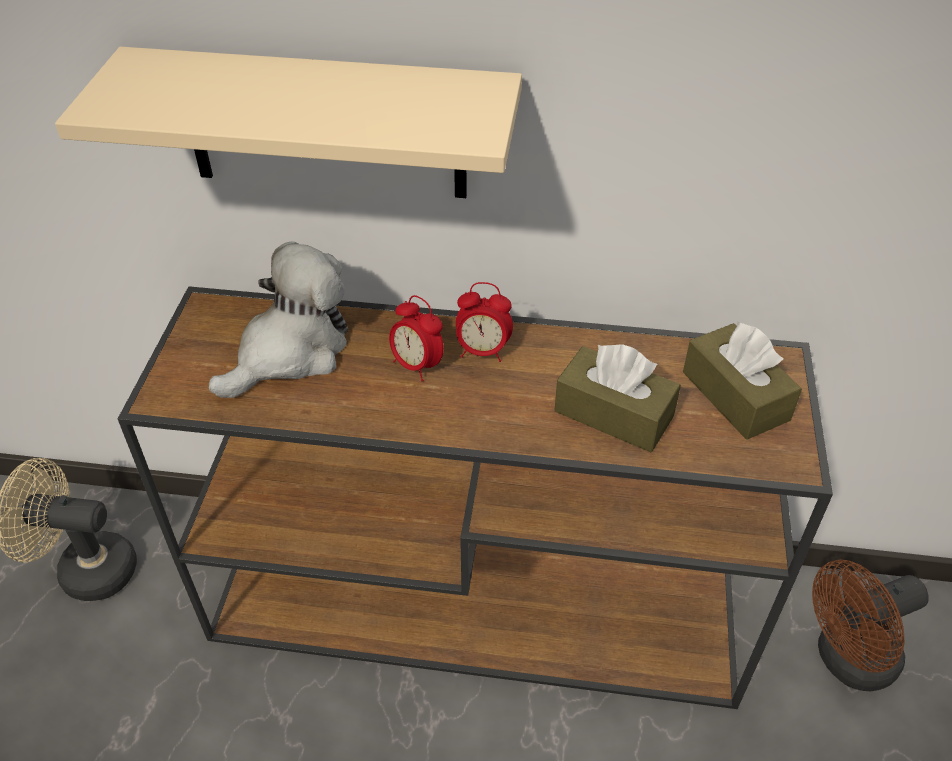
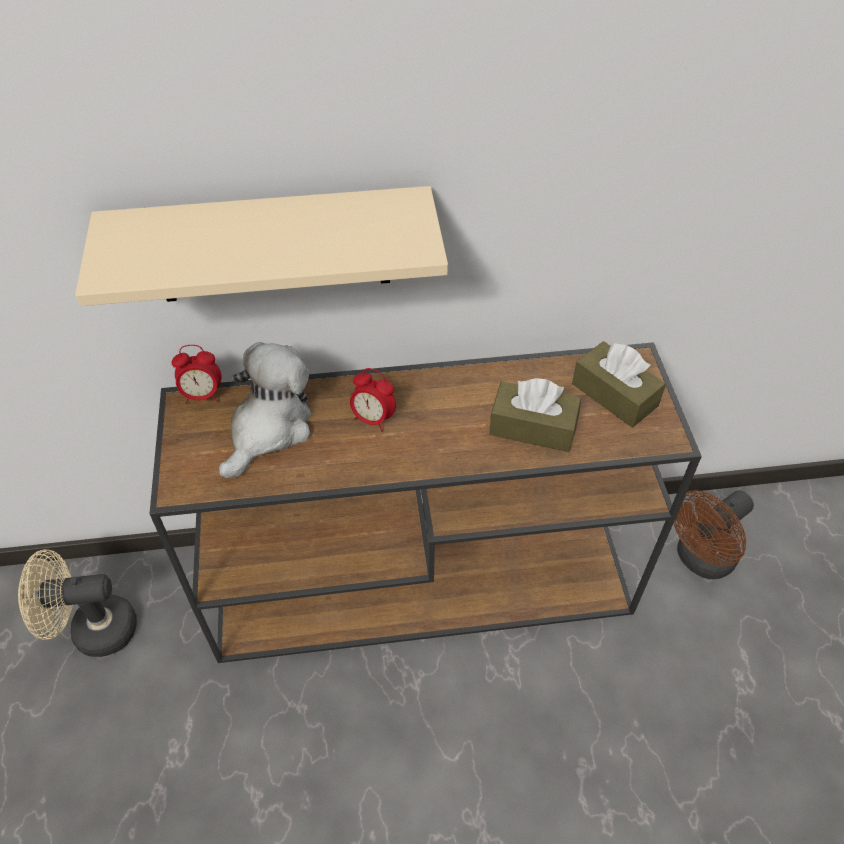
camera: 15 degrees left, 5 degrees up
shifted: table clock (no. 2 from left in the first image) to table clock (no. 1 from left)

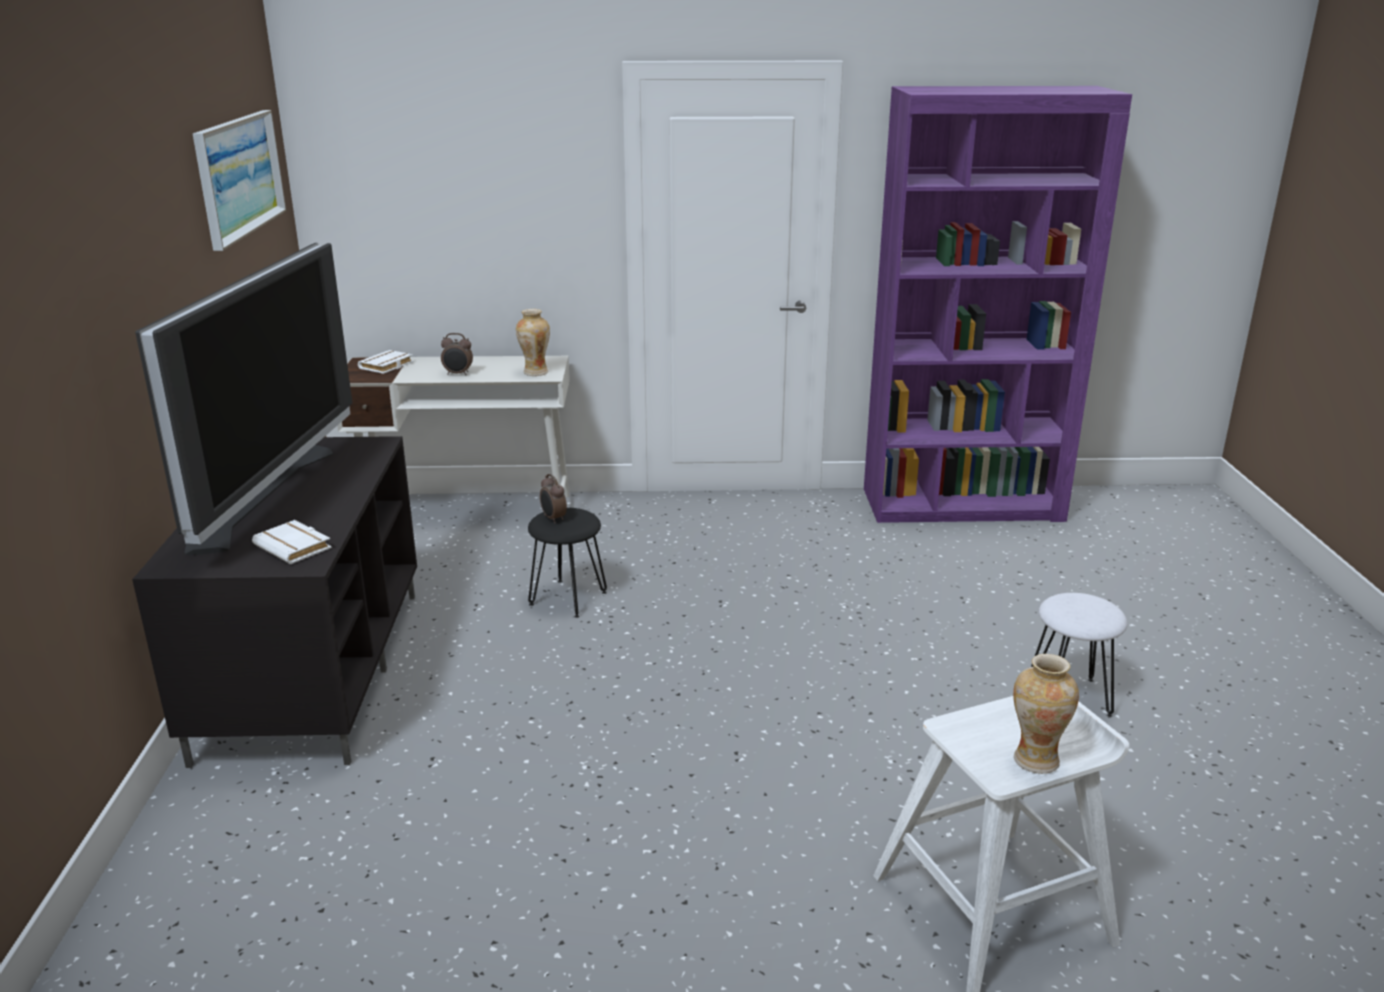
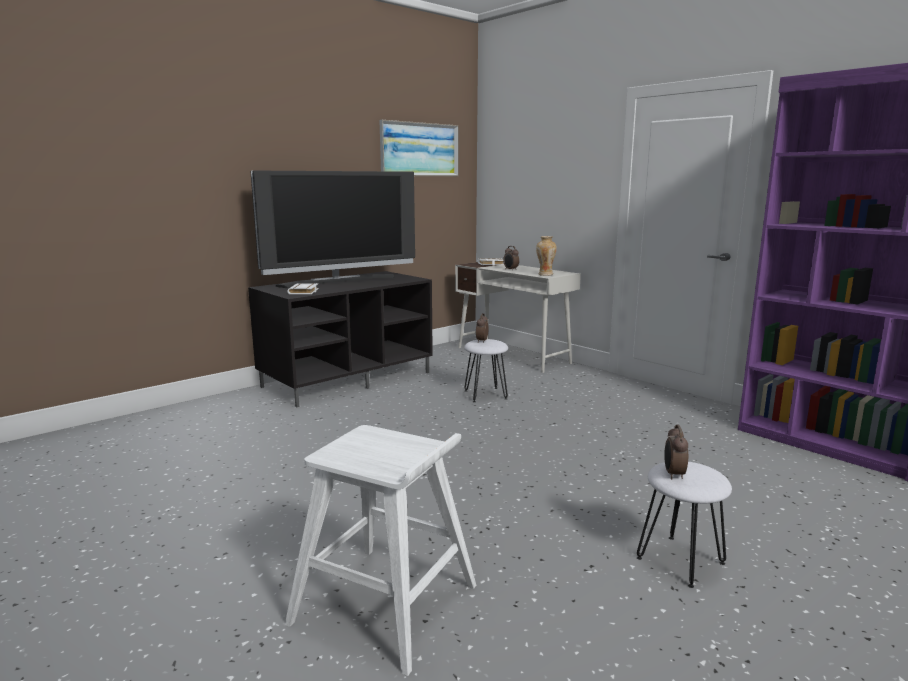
camera: 50 degrees right, 10 degrees down
gone: vase (no. 2 from left)
new: table clock (no. 3 from left)
repainted: sitting stool (blackish) to sitting stool (white-coloured) (no. 2 from left)

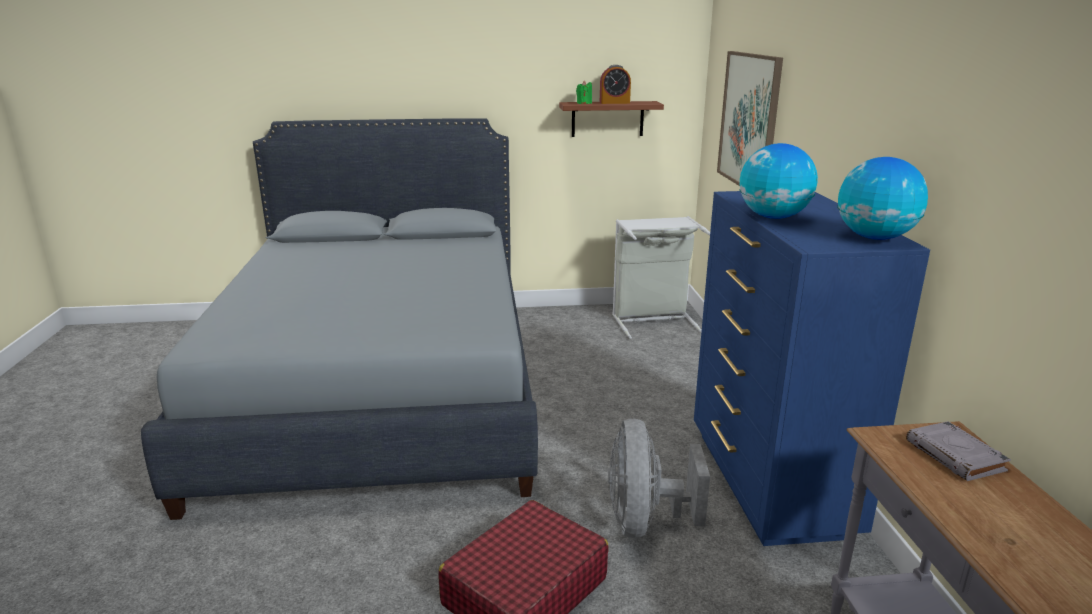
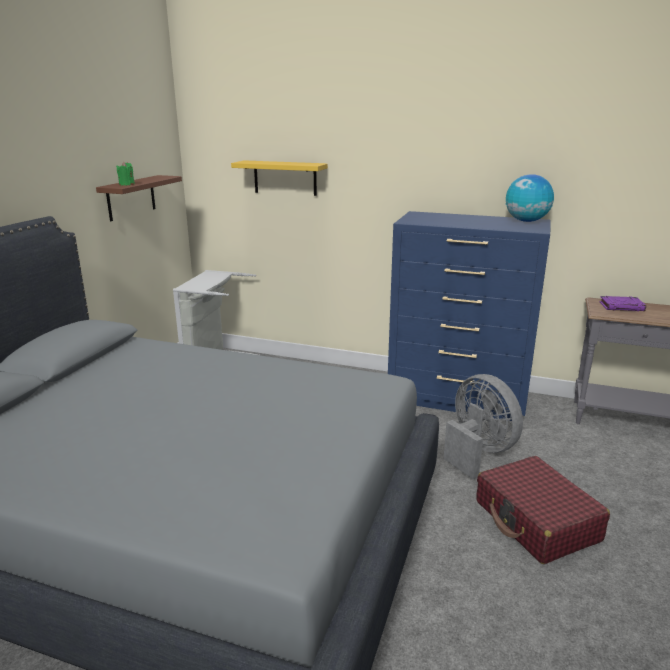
camera: 65 degrees left, 0 degrees up
gone: table clock; world globe (no. 1 from left)
swapped: wall picture to wall shelf (yellow-coloured)
repainted: bound book (greyish) to bound book (purple-coloured)
rotated: fan (greyish) 150 degrees counterclockwise

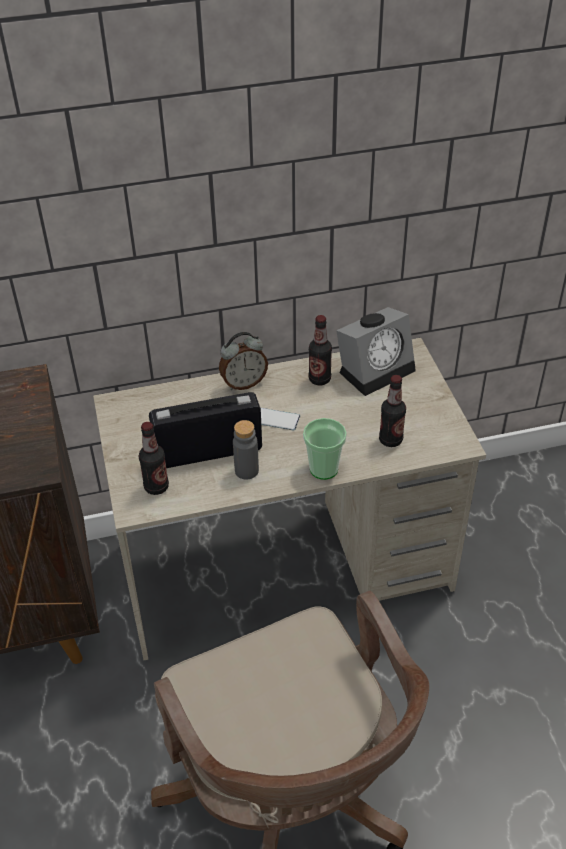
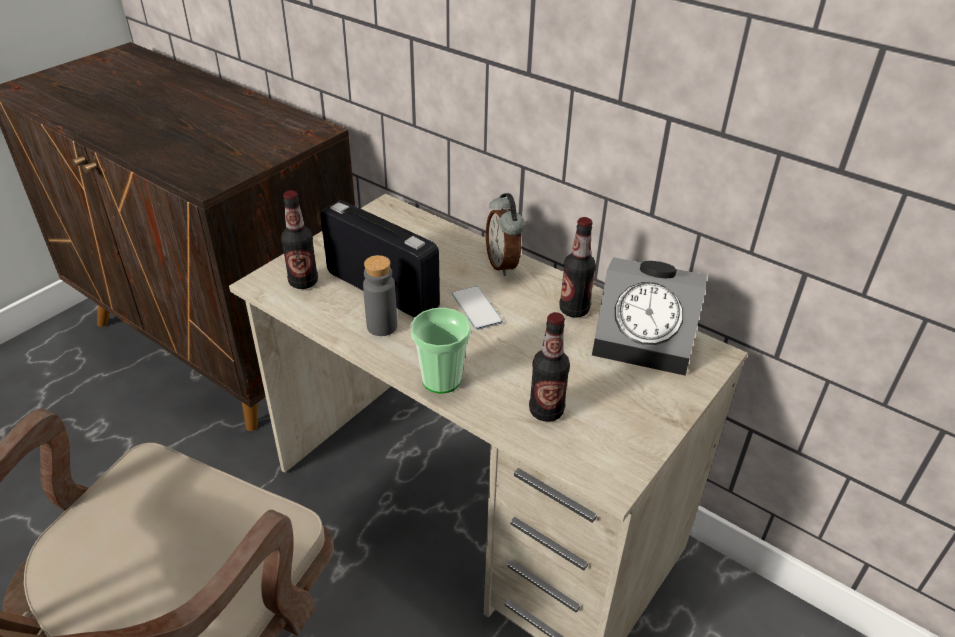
camera: 50 degrees right, 5 degrees down
rotated: table clock (no. 1 from left) 45 degrees clockwise

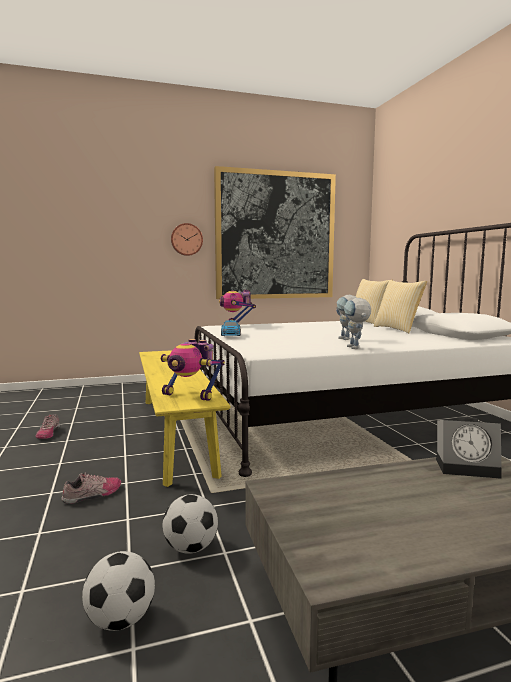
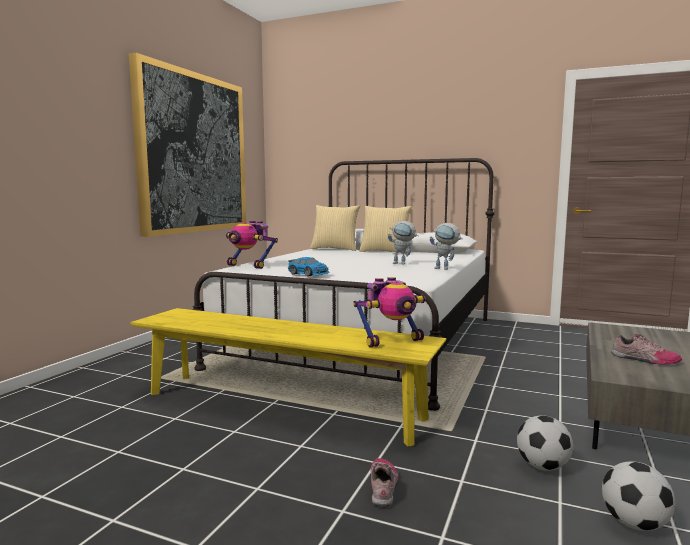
camera: 50 degrees left, 0 degrees up
gone: wall clock; table clock
shifted: item of footwear (no. 1 from left in the first image) to item of footwear (no. 2 from left)

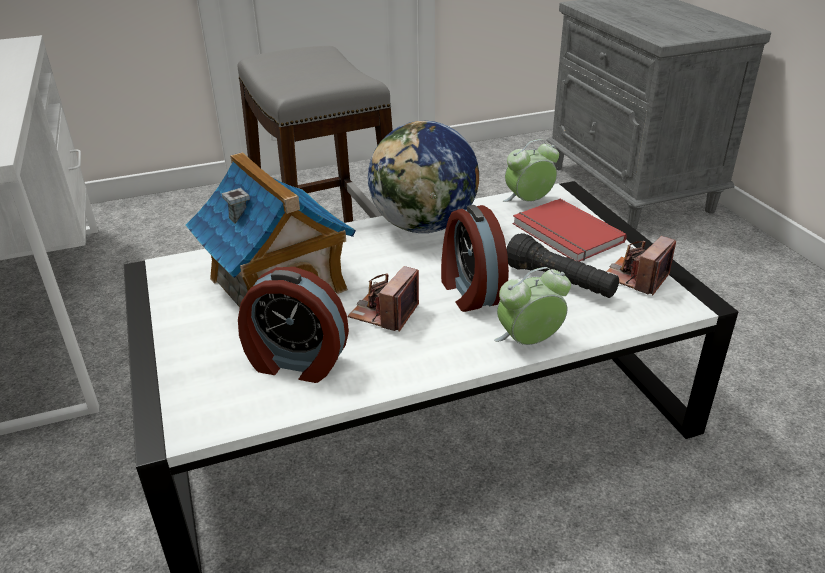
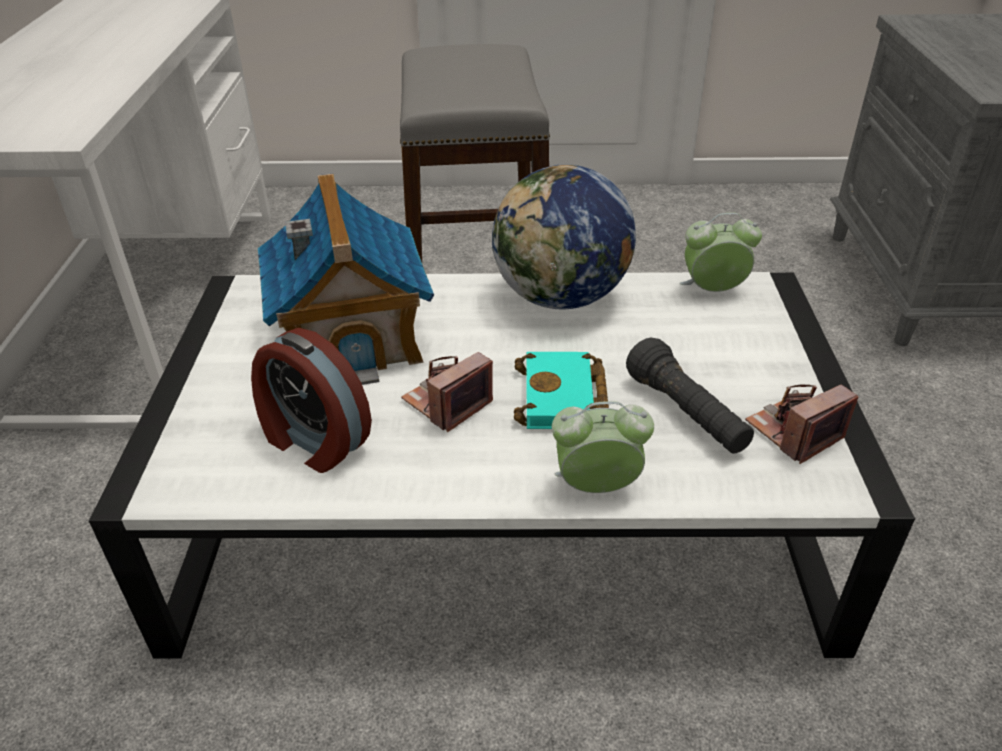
camera: 20 degrees right, 5 degrees up
gone: bound book (reddish)
swapped: table clock (no. 2 from left) to bound book (turquoise-coloured)

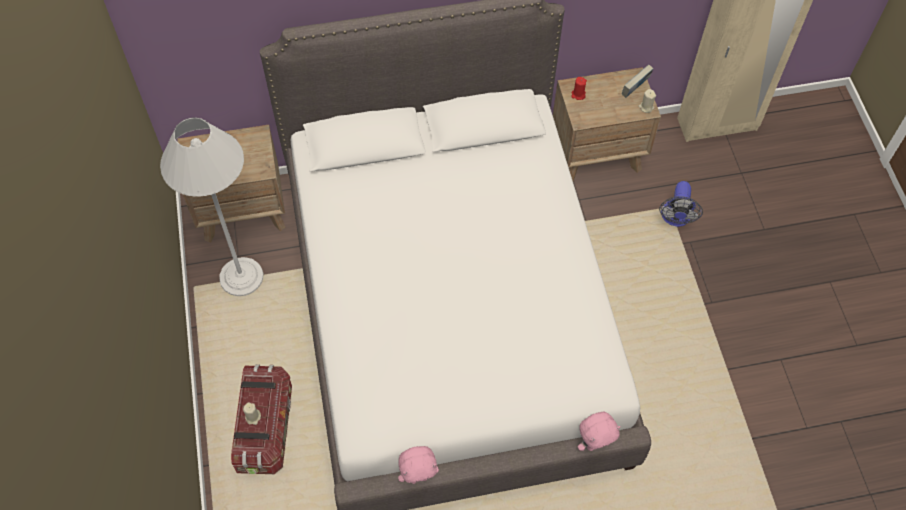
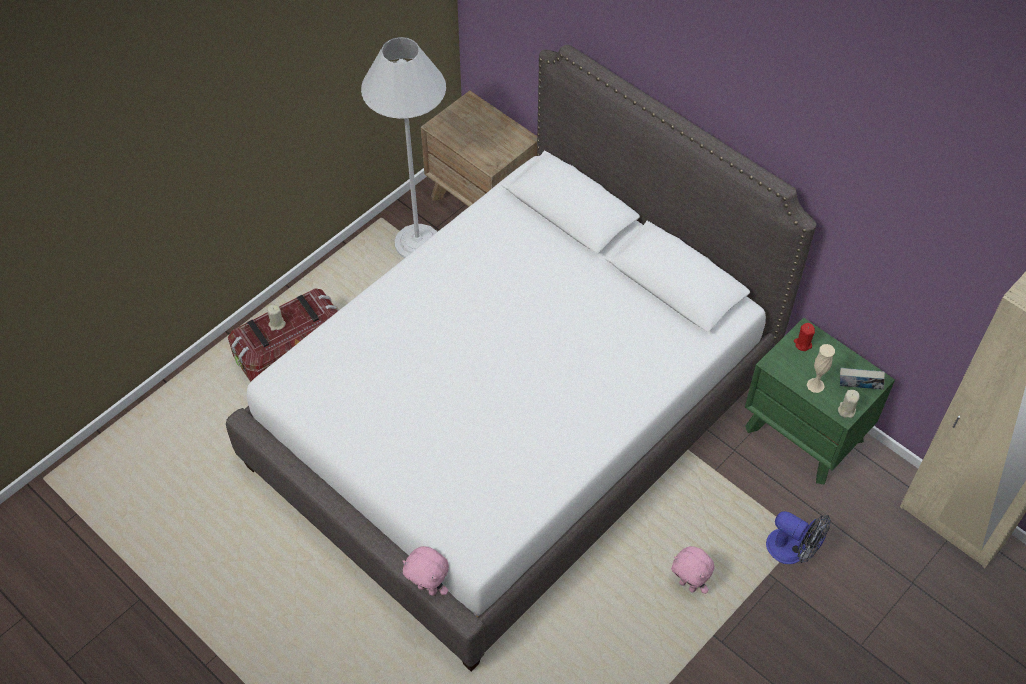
camera: 55 degrees right, 5 degrees down
new: vase (beige-coloured)
shifted: plush toy (pinkish) (no. 1 from left in the first image) to plush toy (pinkish) (no. 2 from left)
repainted: night table (brown) (no. 2 from left) to night table (greenish)
rotated: fan 120 degrees counterclockwise

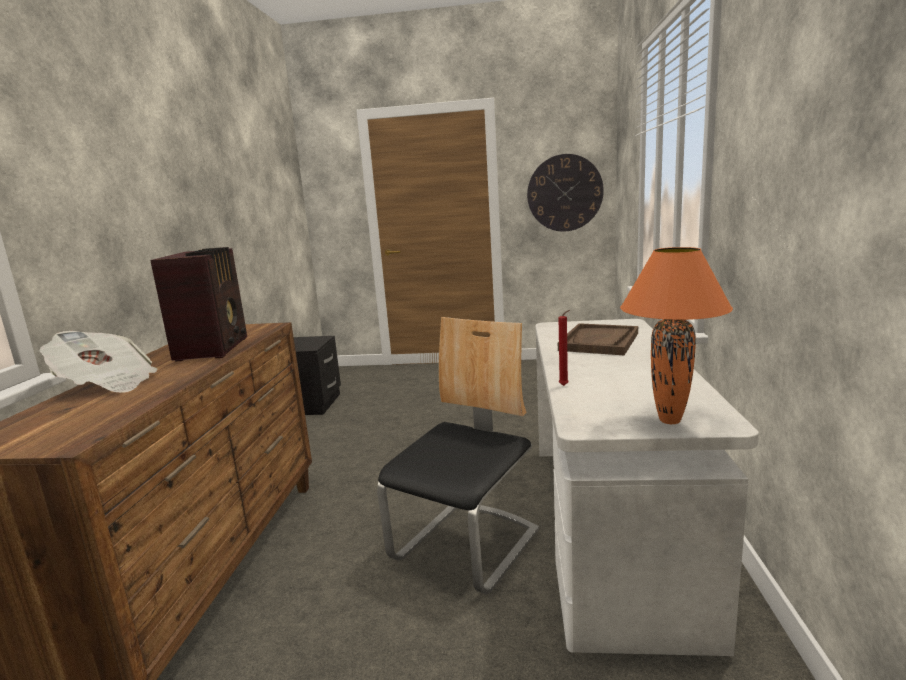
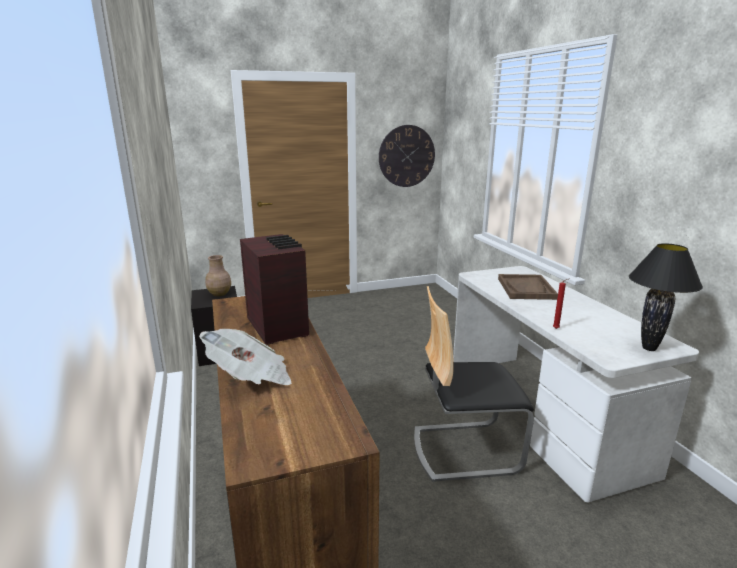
camera: 25 degrees left, 5 degrees up
new: vase (brown)
repainted: tabletop lamp (orangey) to tabletop lamp (blackish)
rotated: upright chair 105 degrees counterclockwise

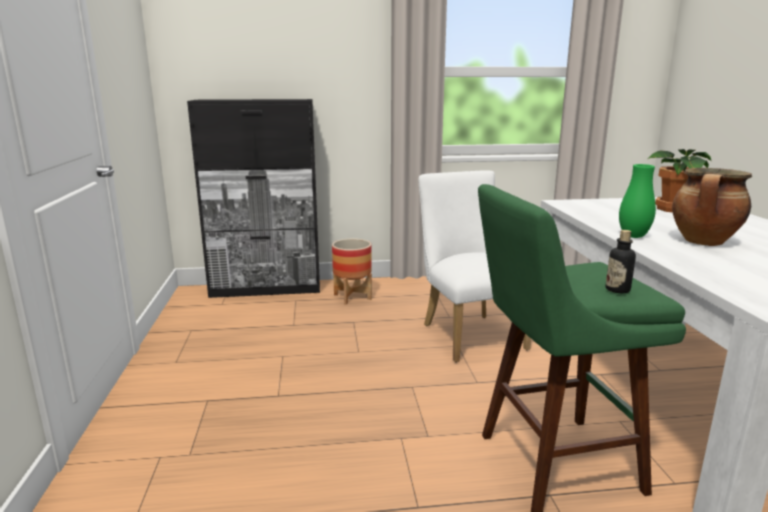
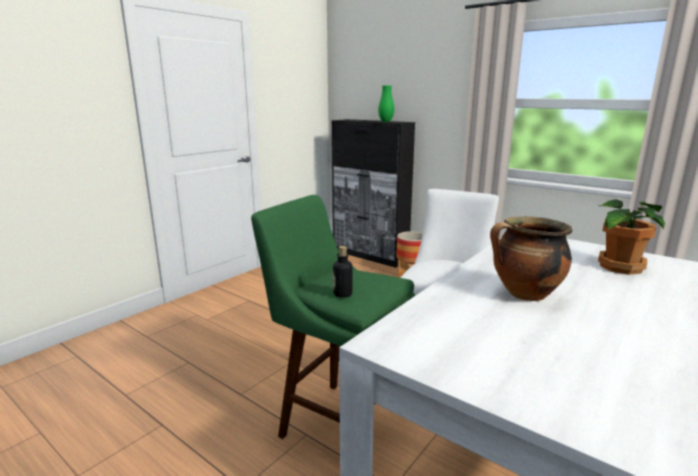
camera: 45 degrees right, 0 degrees up
shifted: vase (greenish)

